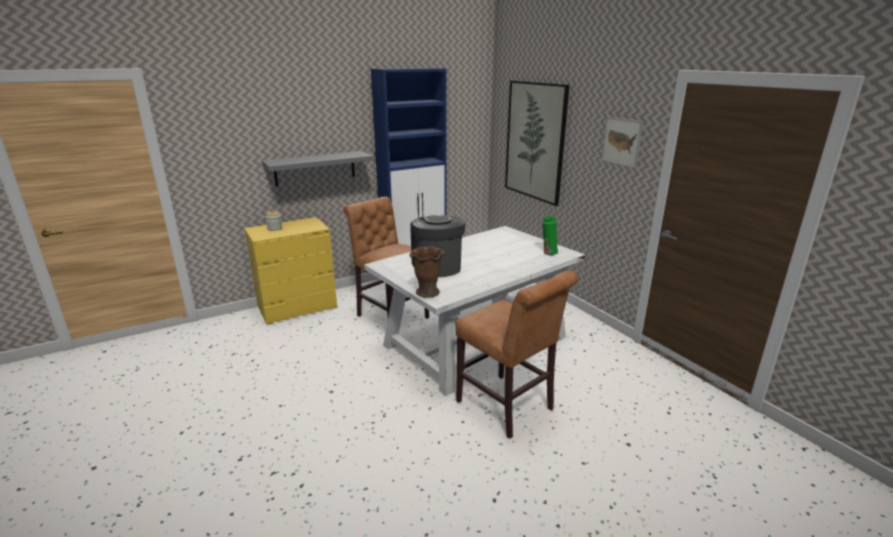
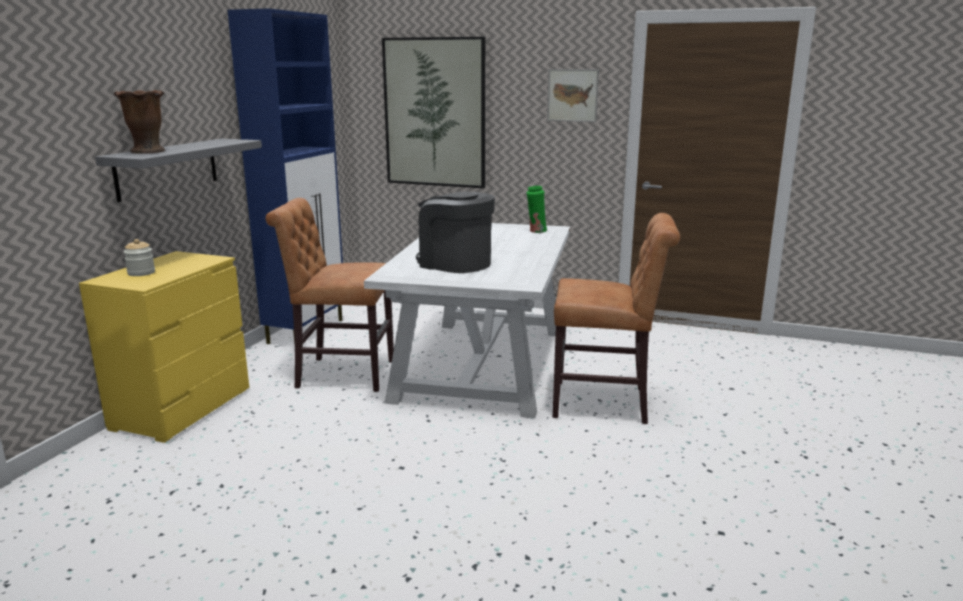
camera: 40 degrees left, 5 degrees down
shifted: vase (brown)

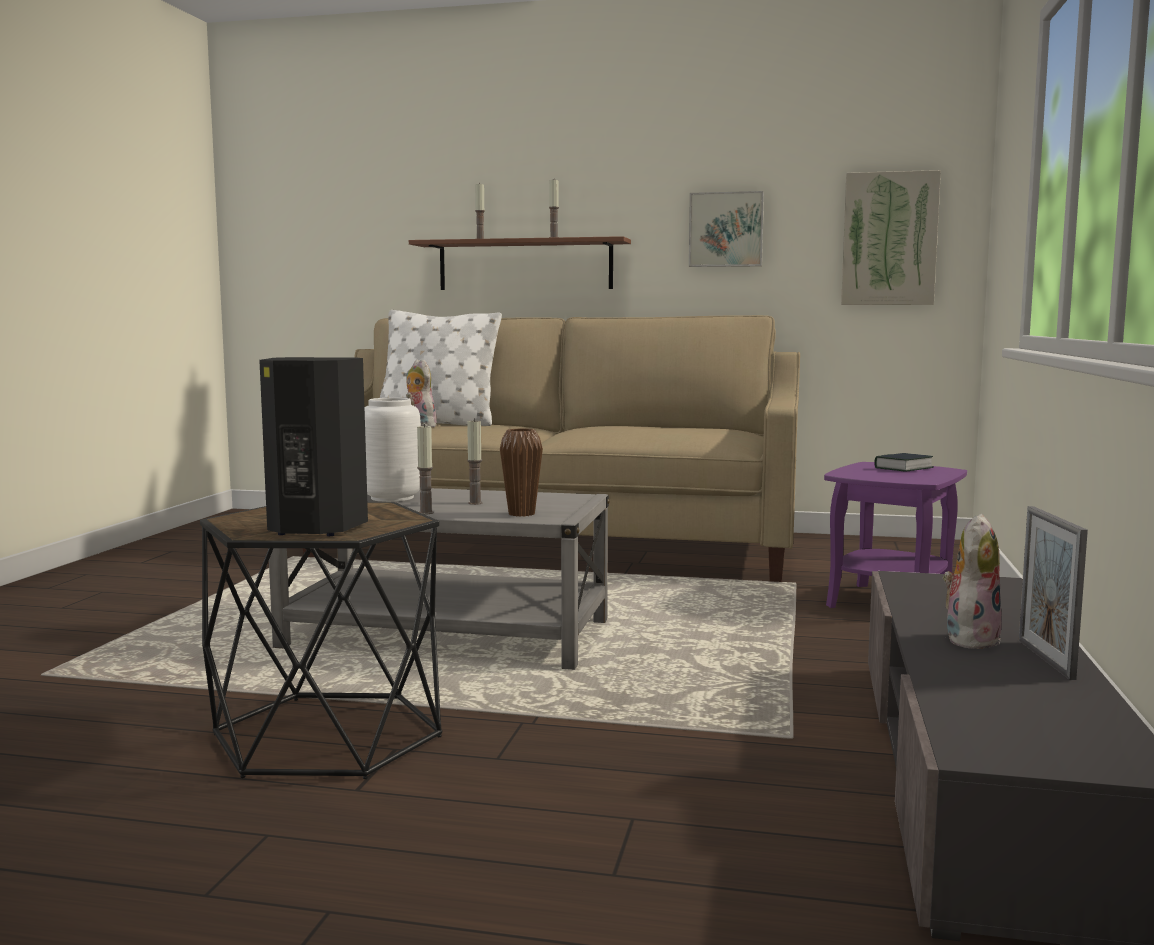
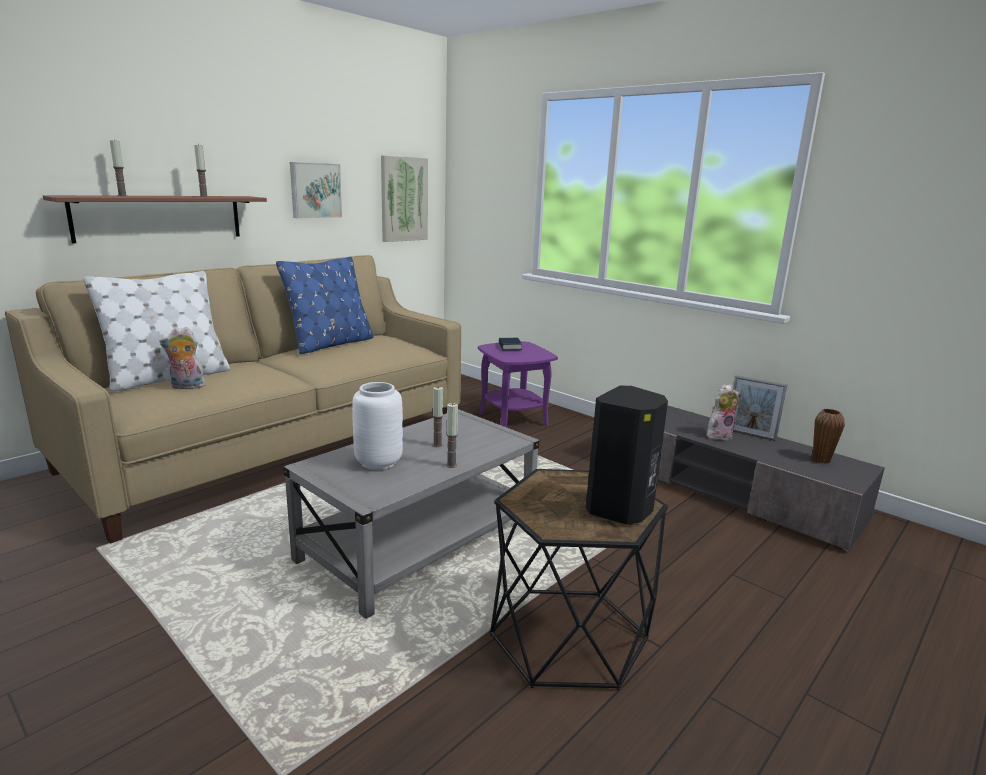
camera: 60 degrees left, 10 degrees up
new: cushion (blue)
shifted: vase (brown)
rotated: plush toy (no. 2 from left) 90 degrees clockwise

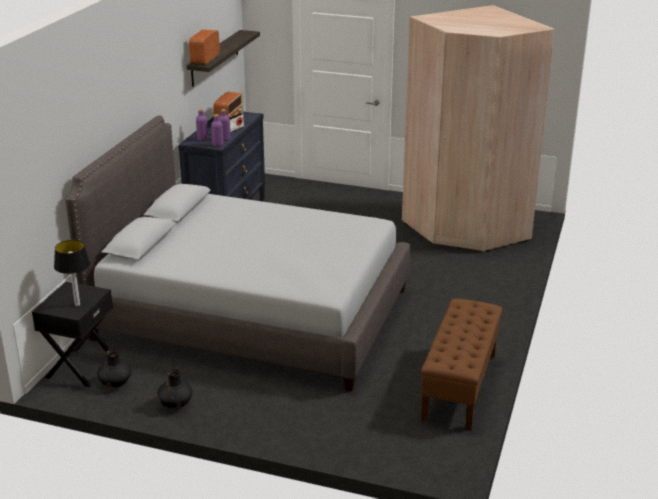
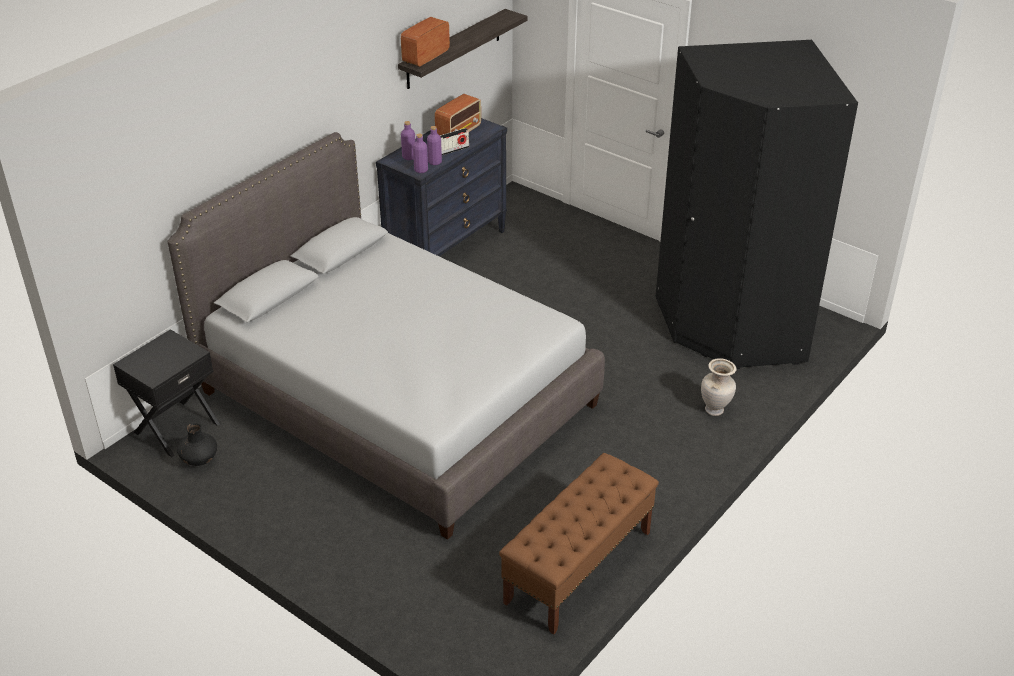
camera: 20 degrees right, 10 degrees up
gone: tabletop lamp; vase (blackish) (no. 2 from left)
new: vase (beige-coloured)
repainted: wardrobe (beige-coloured) to wardrobe (blackish)

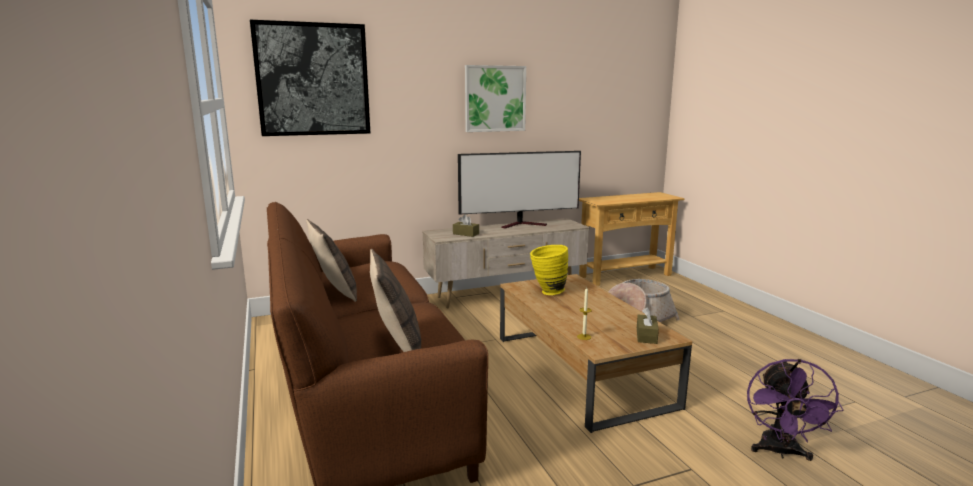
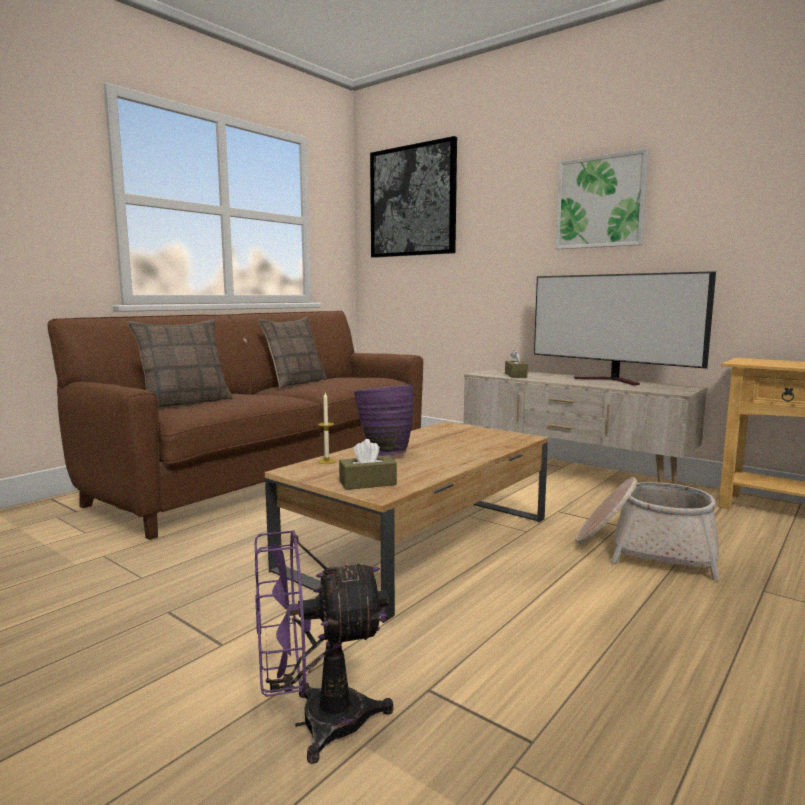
camera: 60 degrees right, 5 degrees down
gone: vase (yellow-coloured)
new: vase (purple-coloured)

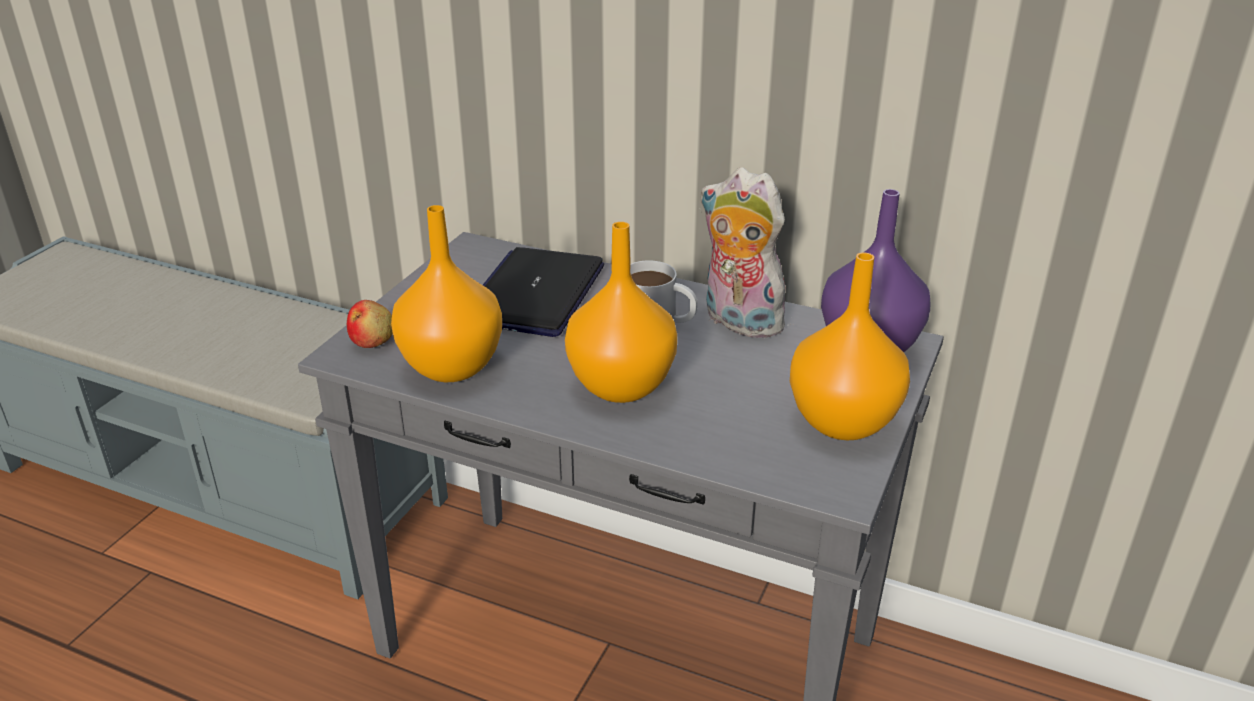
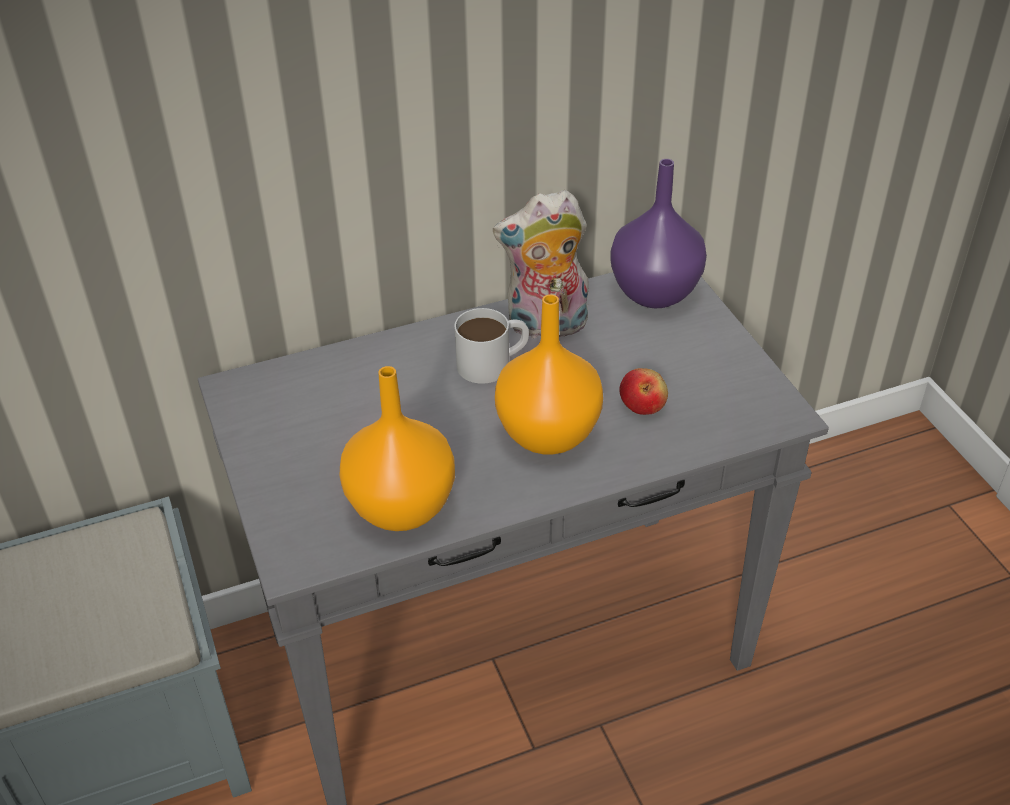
camera: 45 degrees left, 10 degrees up
gone: laptop; vase (orangey) (no. 3 from left)
shifted: apple

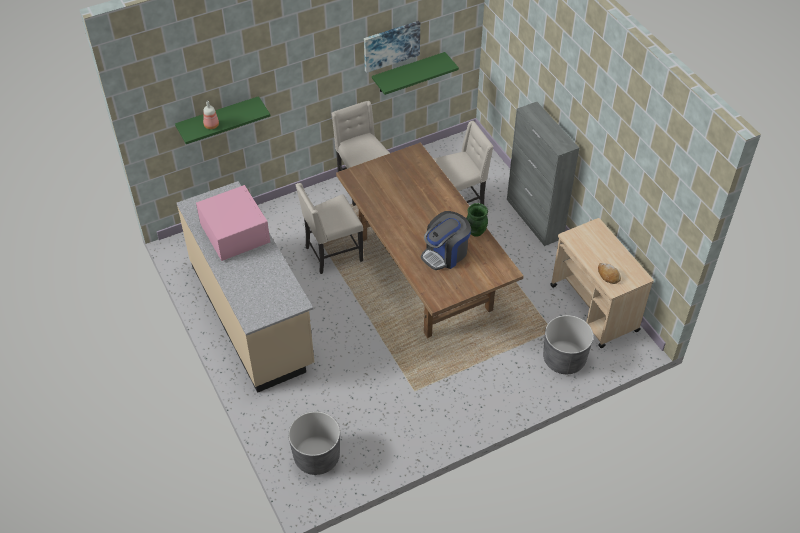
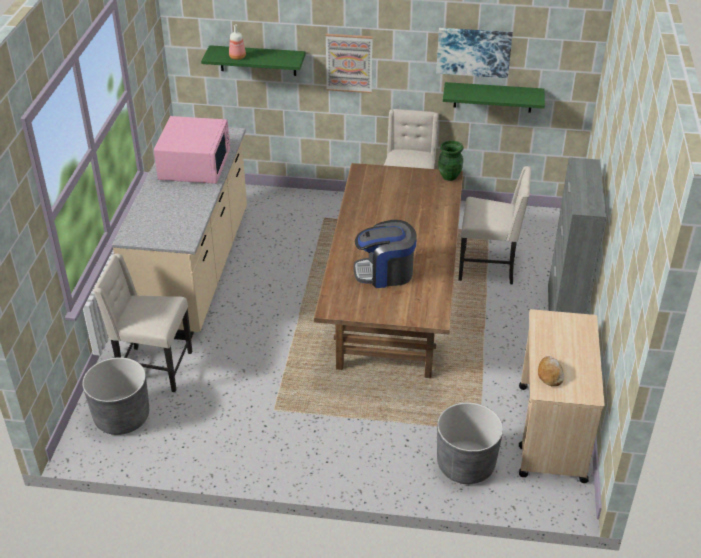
camera: 35 degrees right, 10 degrees down
new: wall picture (no. 1 from left)
shifted: upright chair (beige-coloured) (no. 1 from left); vase (greenish)

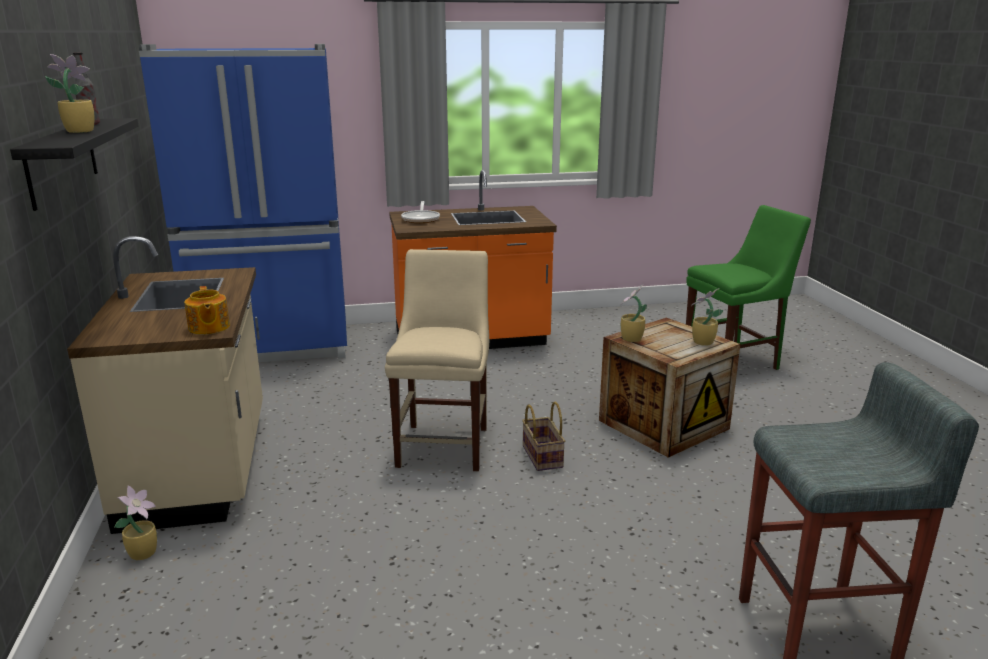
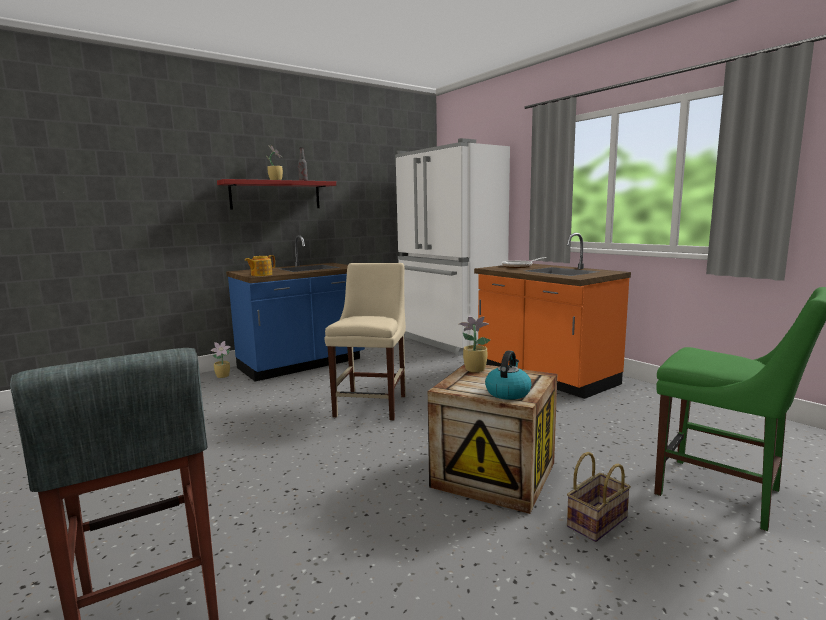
camera: 65 degrees right, 10 degrees down
shifted: basket
swapped: potted plant (no. 4 from left) to kettle
repainted: wall shelf (blackish) to wall shelf (reddish); counter (beige-coloured) to counter (blue); refrigerator (blue) to refrigerator (white-coloured)
rotated: upright chair (beige-coloured) 60 degrees counterclockwise

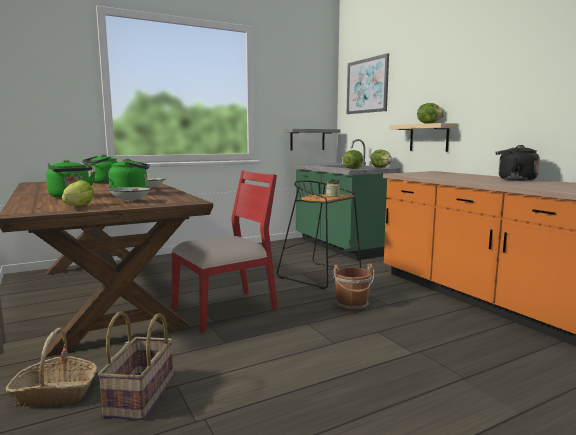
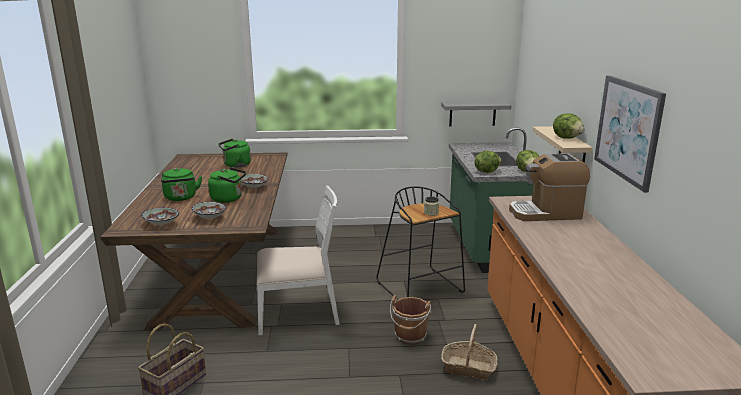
camera: 25 degrees right, 10 degrees up
gone: kettle (blackish)
new: coffee machine
shifted: basket (no. 1 from left in the first image) to basket (no. 2 from left); wall picture
swapped: lettuce (no. 1 from left) to deep dish (no. 1 from left)
repainted: upright chair (reddish) to upright chair (white-coloured)

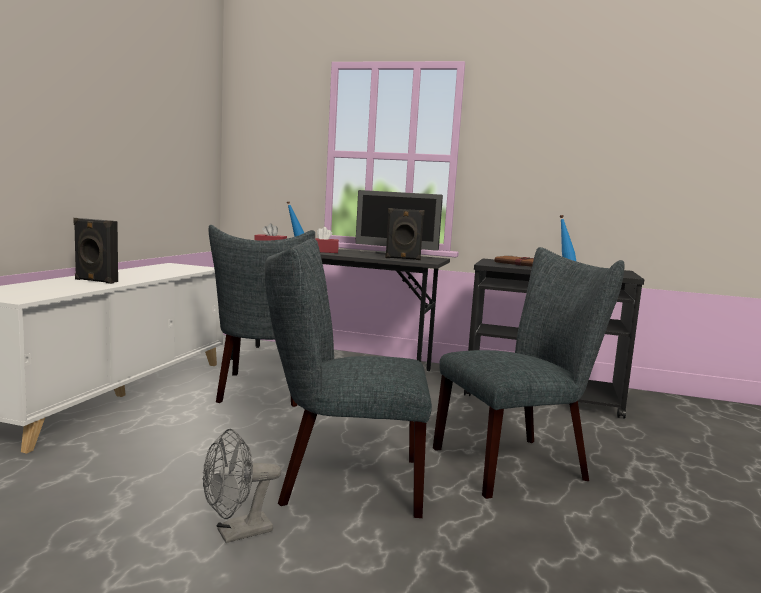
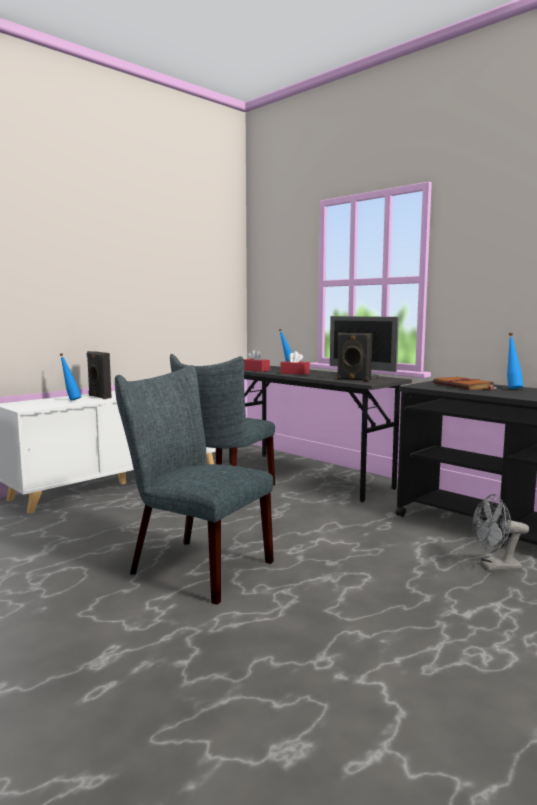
camera: 30 degrees right, 0 degrees up
gone: upright chair (greyish) (no. 3 from left)
new: drink bottle (blue) (no. 1 from left)
shifted: fan (greyish)

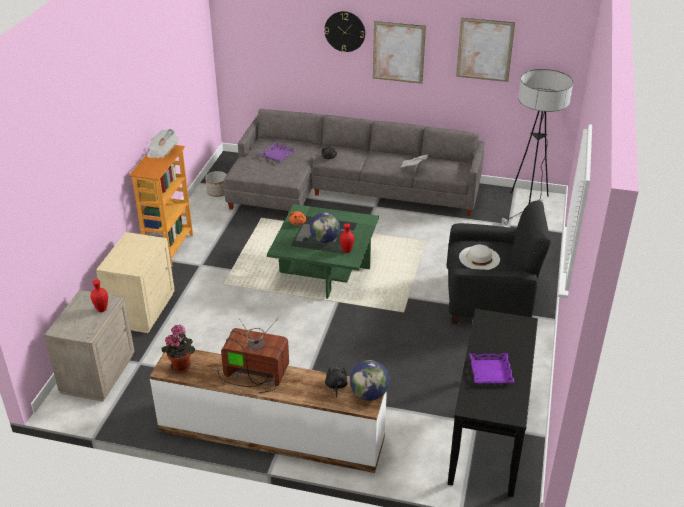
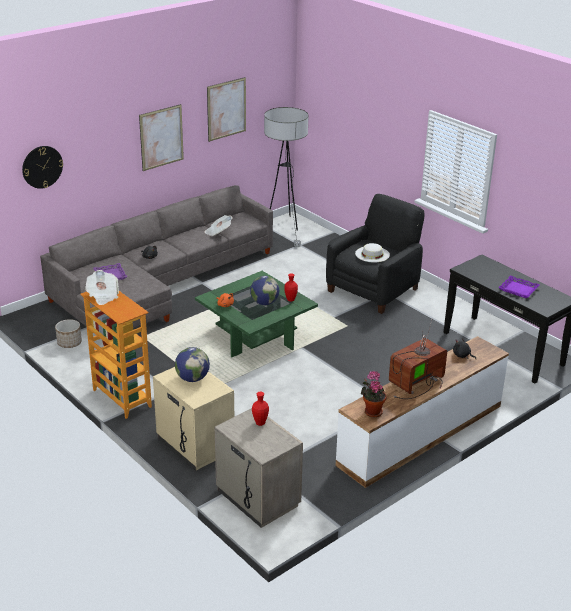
camera: 55 degrees left, 5 degrees down
shifted: wall clock; world globe (no. 2 from left in the first image) to world globe (no. 1 from left)

